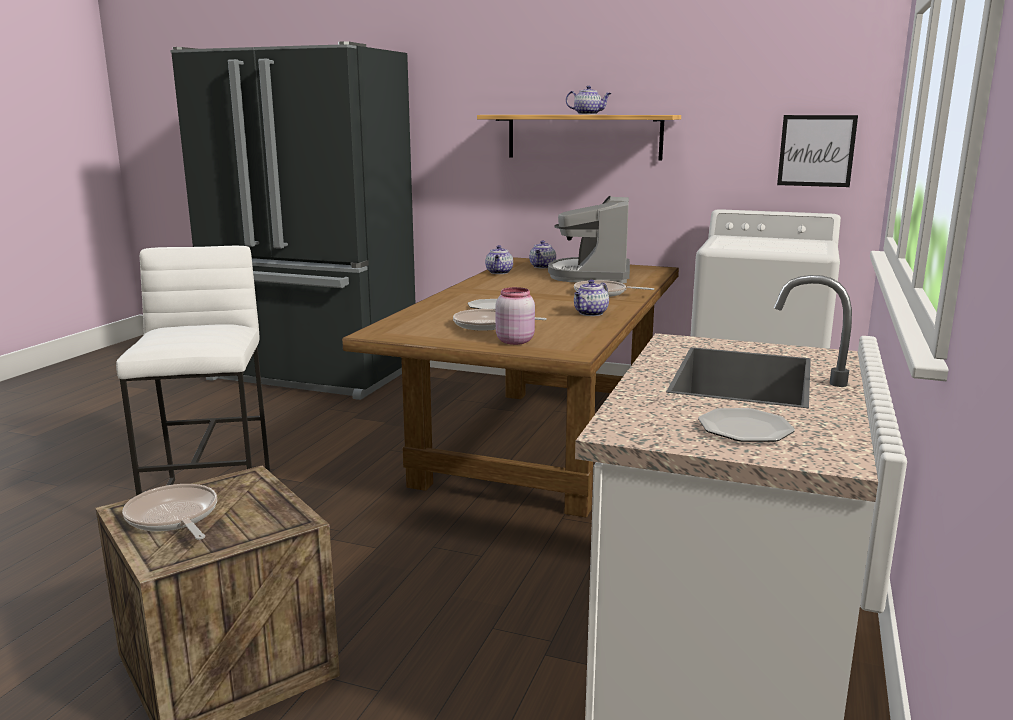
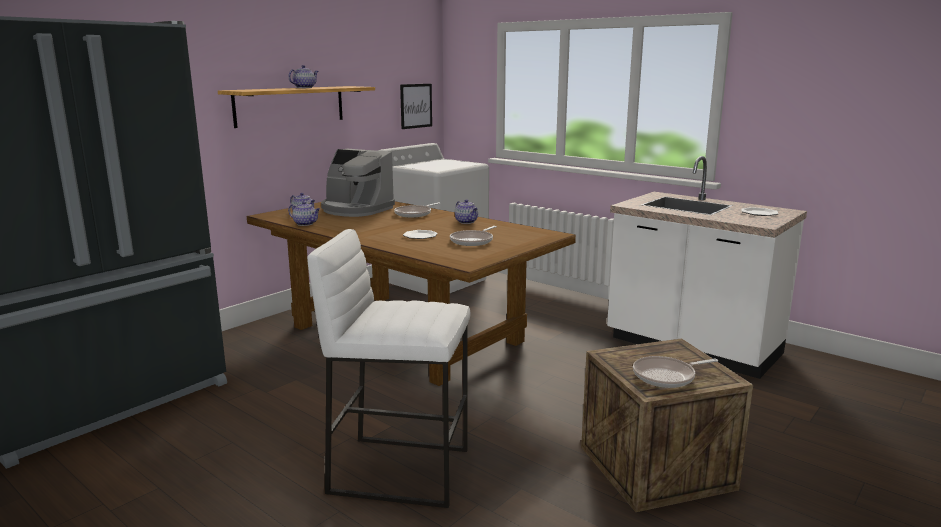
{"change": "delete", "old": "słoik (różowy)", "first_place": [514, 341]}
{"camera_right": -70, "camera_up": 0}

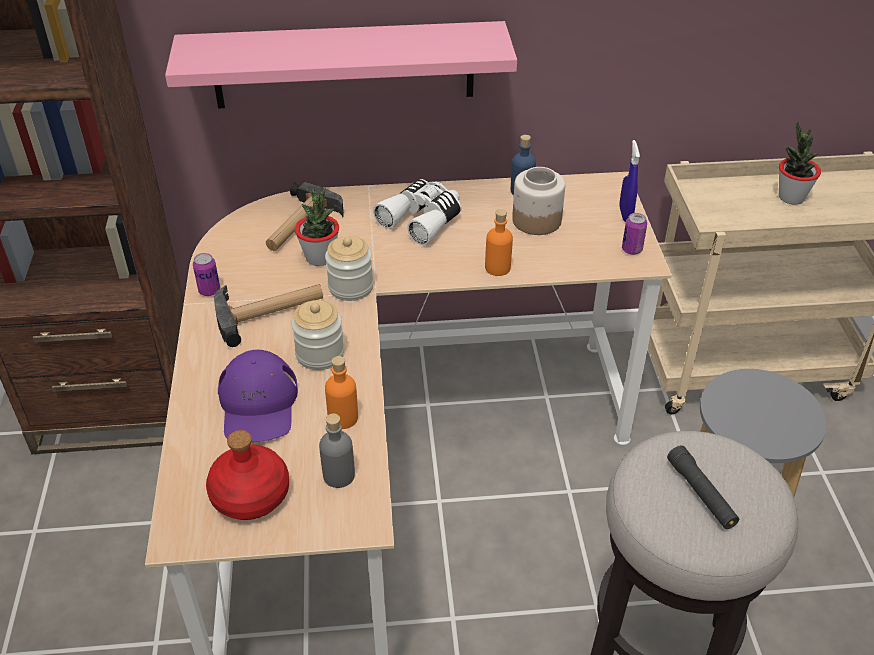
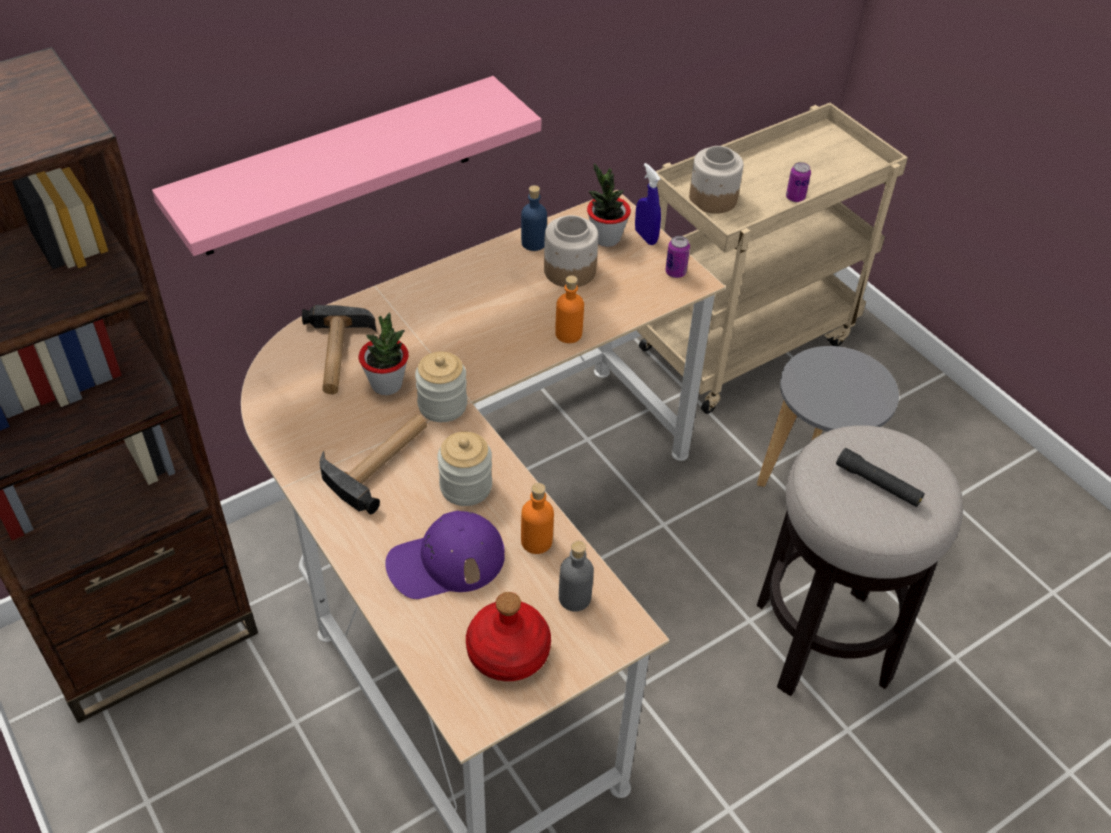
{"change": "move", "old": "roślina doniczkowa", "first_place": [791, 197], "second_place": [606, 238]}
{"change": "delete", "old": "lornetka (biały)", "first_place": [423, 219]}
{"change": "move", "old": "puszka", "first_place": [209, 290], "second_place": [795, 197]}
{"change": "rotate", "old": "czapka z daszkiem (fioletowy)", "first_place": [258, 404], "second_place": [446, 562], "degrees": 105}
{"change": "insert", "new": "słoik", "second_place": [712, 198]}
{"camera_right": -30, "camera_up": 5}

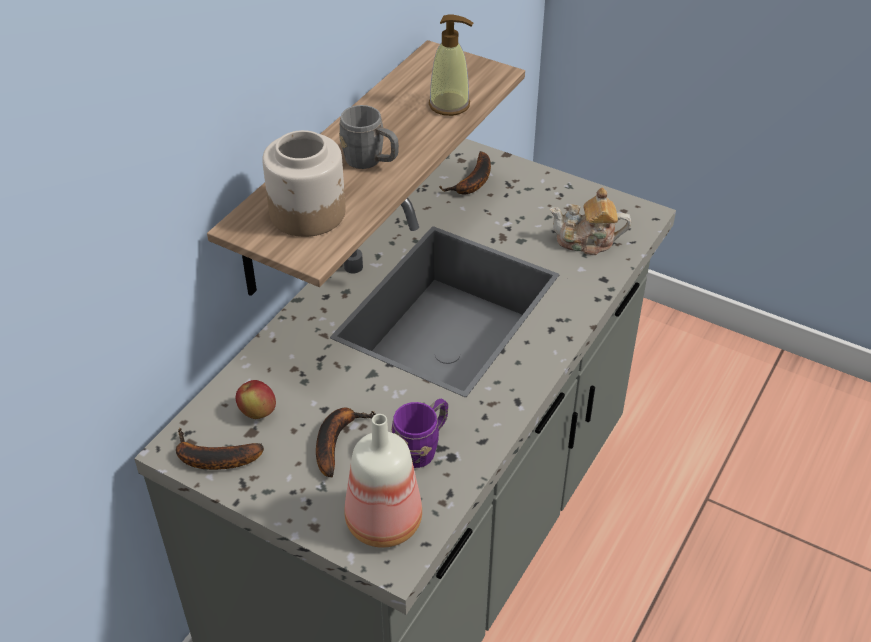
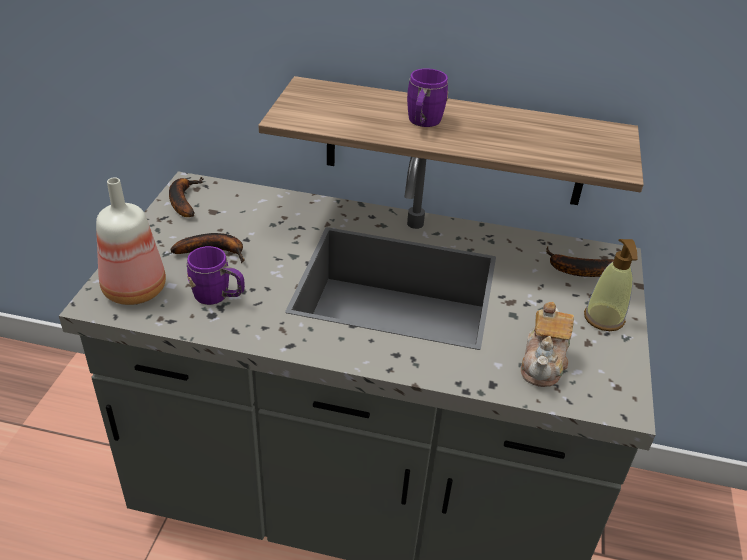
{"change": "move", "old": "dozownik mydła", "first_place": [449, 105], "second_place": [604, 318]}
{"change": "recolor", "old": "kubek (szary)", "new": "kubek (fioletowy)", "first_place": [370, 162], "second_place": [422, 123]}
{"change": "delete", "old": "słoik", "first_place": [308, 213]}
{"change": "rotate", "old": "imbryk", "first_place": [586, 241], "second_place": [543, 363], "degrees": -150}
{"change": "delete", "old": "jabłko", "first_place": [257, 412]}
{"camera_right": 70, "camera_up": -5}

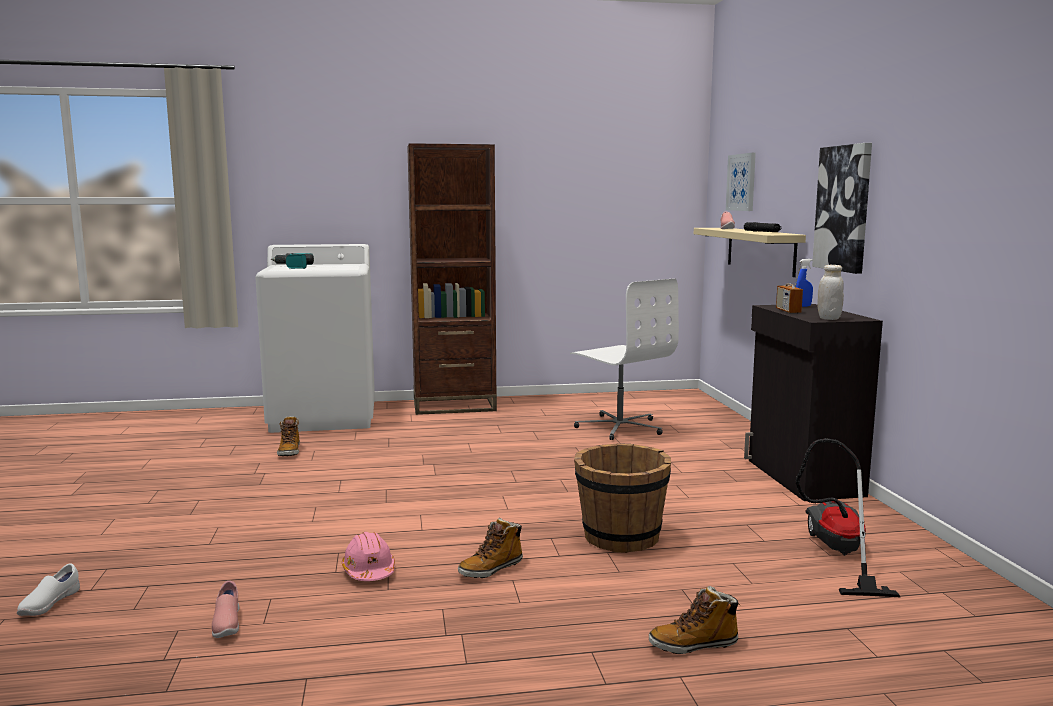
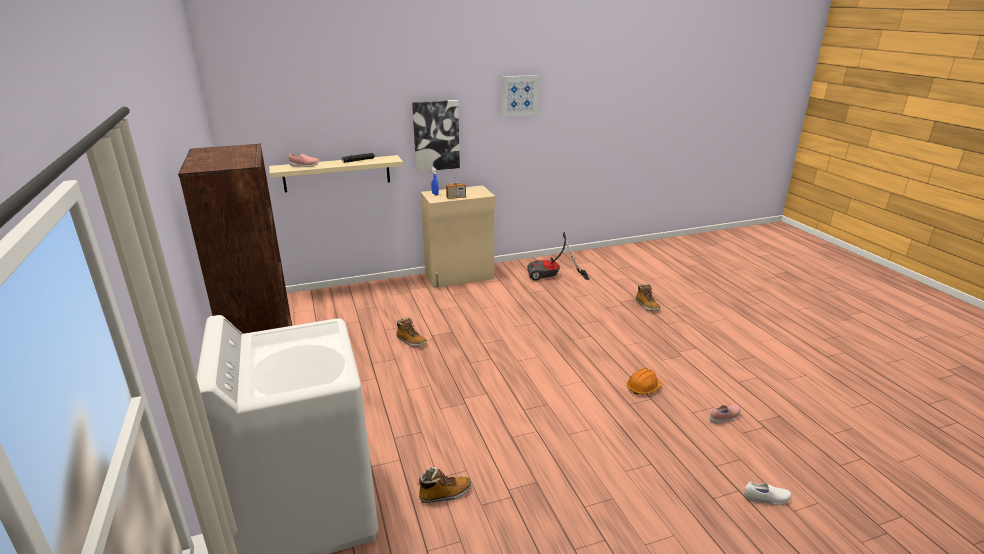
{"change": "move", "old": "obraz", "first_place": [742, 182], "second_place": [519, 95]}
{"change": "delete", "old": "wiertarka", "first_place": [293, 267]}
{"change": "delete", "old": "słoik (biały)", "first_place": [829, 318]}
{"change": "delete", "old": "krzesło biurowe (biały)", "first_place": [620, 427]}
{"change": "recolor", "old": "szafka (czarny)", "new": "szafka (beżowy)", "first_place": [802, 478], "second_place": [460, 277]}
{"change": "delete", "old": "wiadro (brązowy)", "first_place": [620, 538]}
{"change": "move", "old": "but z cholewką", "first_place": [491, 569], "second_place": [411, 341]}
{"change": "recolor", "old": "kask (różowy)", "new": "kask (pomarańczowy)", "first_place": [369, 571], "second_place": [643, 388]}
{"camera_right": -100, "camera_up": 15}

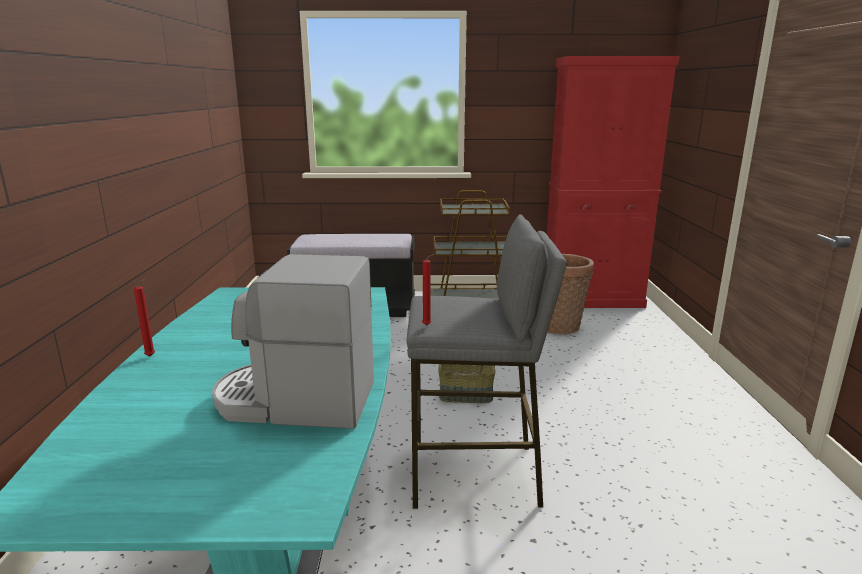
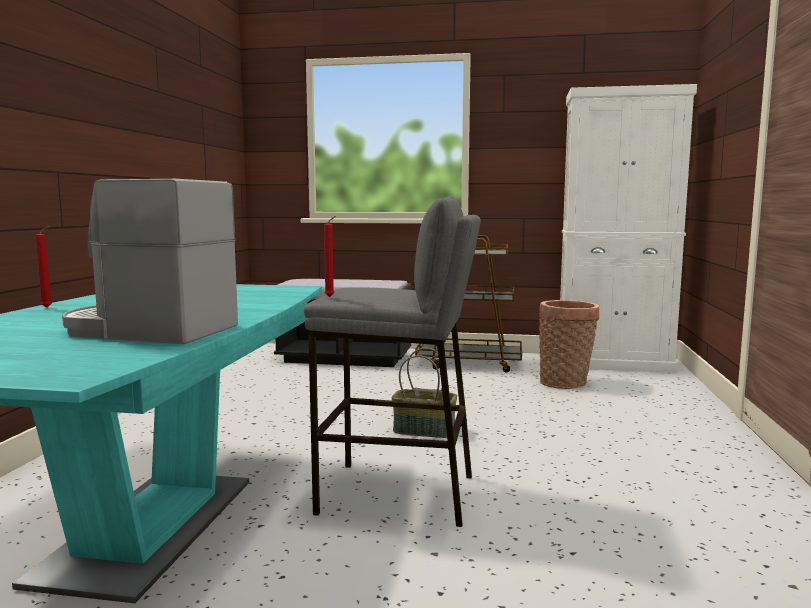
{"change": "recolor", "old": "szafka (czerwony)", "new": "szafka (biały)", "first_place": [592, 299], "second_place": [613, 363]}
{"camera_right": 10, "camera_up": -10}

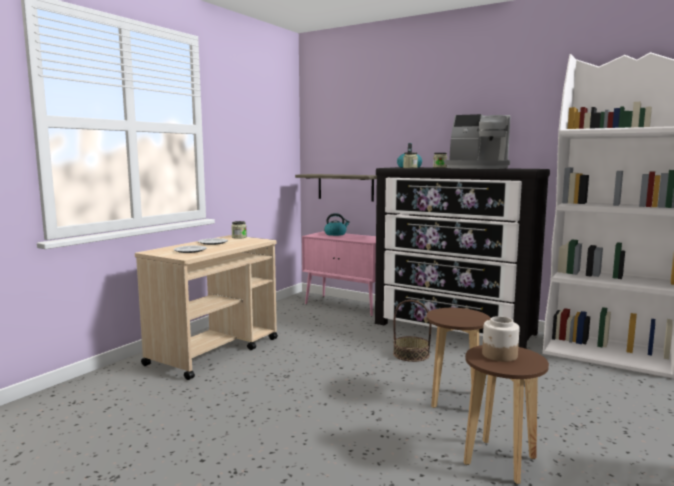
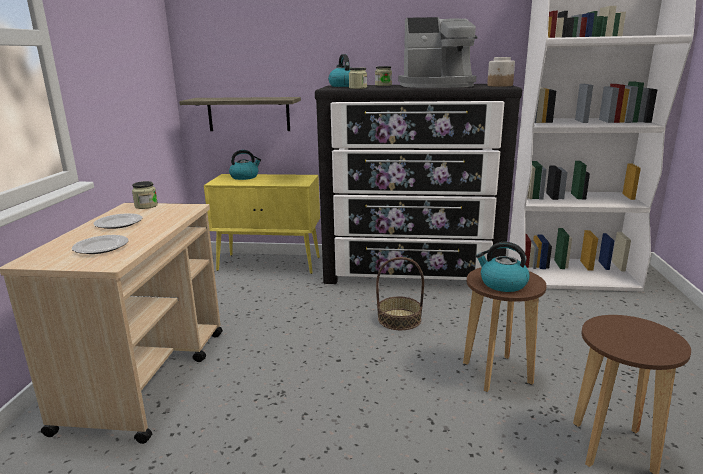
{"change": "recolor", "old": "szafka (różowy)", "new": "szafka (żółty)", "first_place": [346, 306], "second_place": [270, 264]}
{"change": "move", "old": "słoik", "first_place": [499, 355], "second_place": [500, 85]}
{"change": "insert", "new": "czajnik", "second_place": [502, 284]}
{"camera_right": -25, "camera_up": 10}

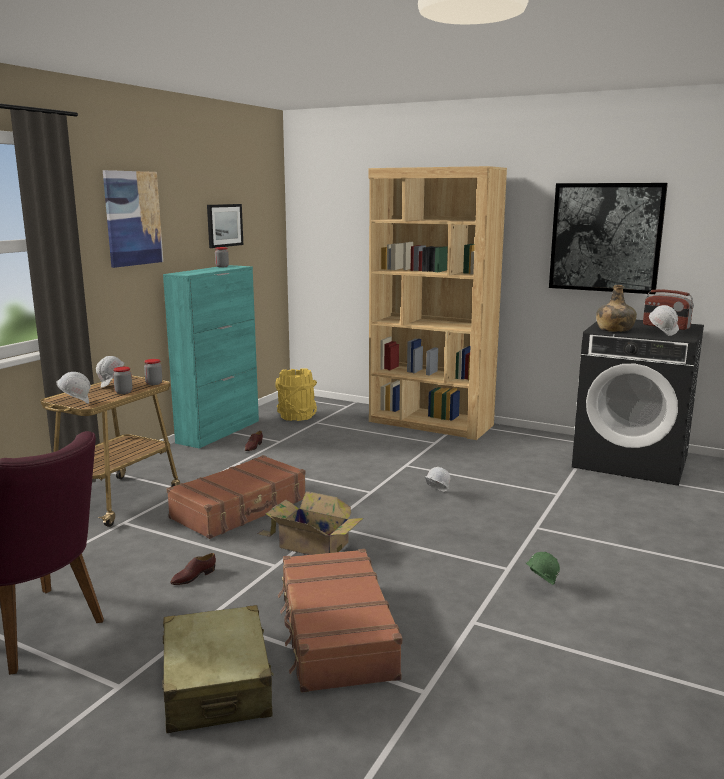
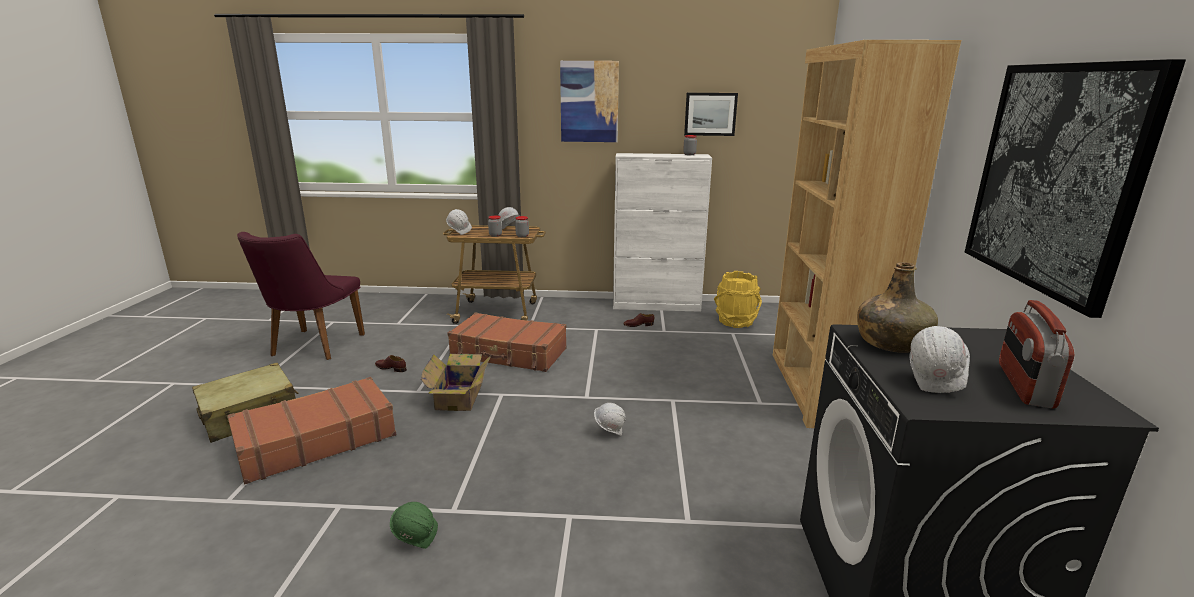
{"change": "recolor", "old": "szafka (turkusowy)", "new": "szafka (biały)", "first_place": [219, 431], "second_place": [656, 305]}
{"camera_right": 65, "camera_up": 5}

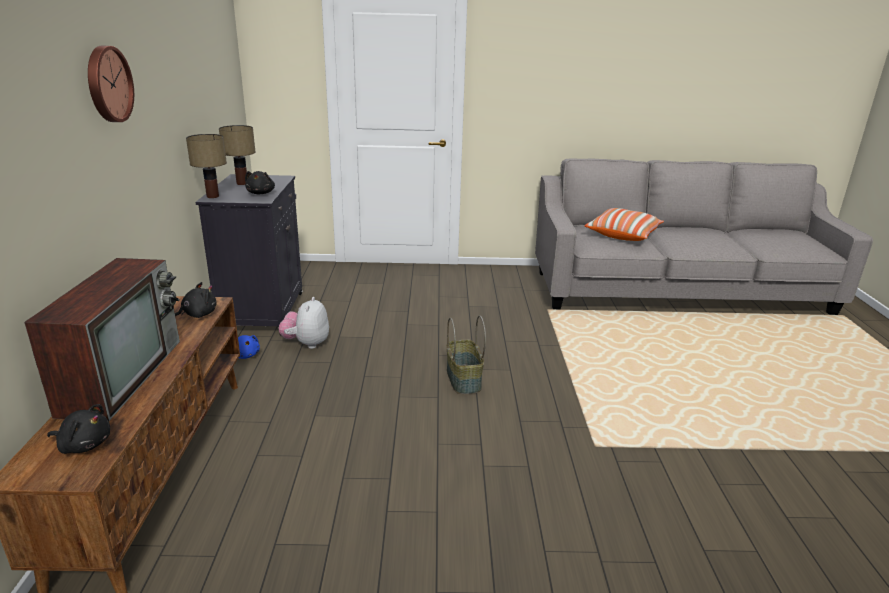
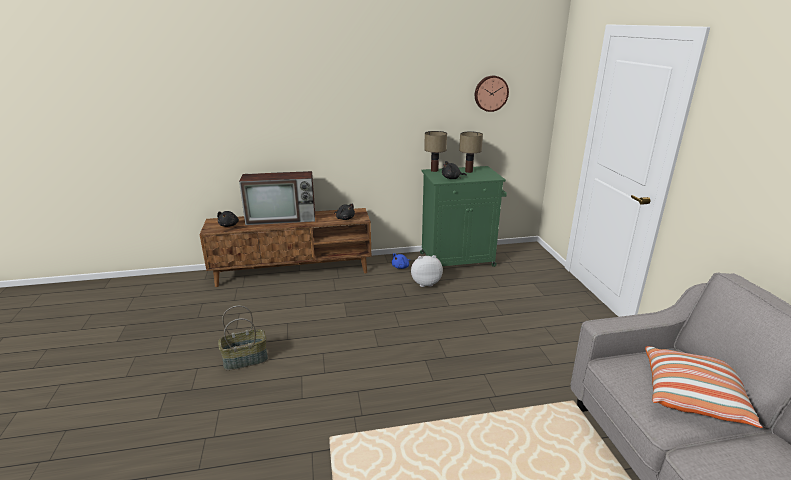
{"change": "move", "old": "zegar ścienny", "first_place": [107, 84], "second_place": [490, 93]}
{"change": "recolor", "old": "szafka (czarny)", "new": "szafka (zielony)", "first_place": [263, 311], "second_place": [458, 259]}
{"change": "move", "old": "koszyk", "first_place": [462, 379], "second_place": [246, 359]}
{"camera_right": 80, "camera_up": 0}

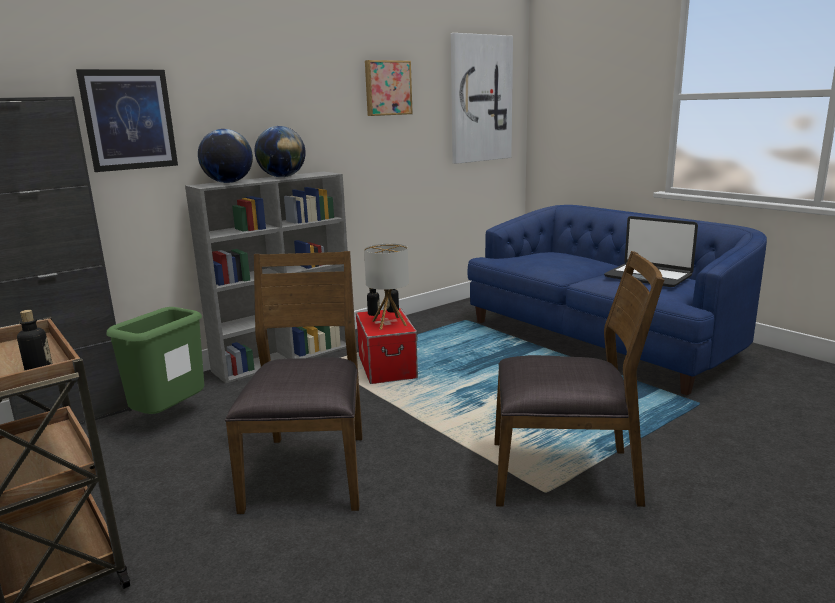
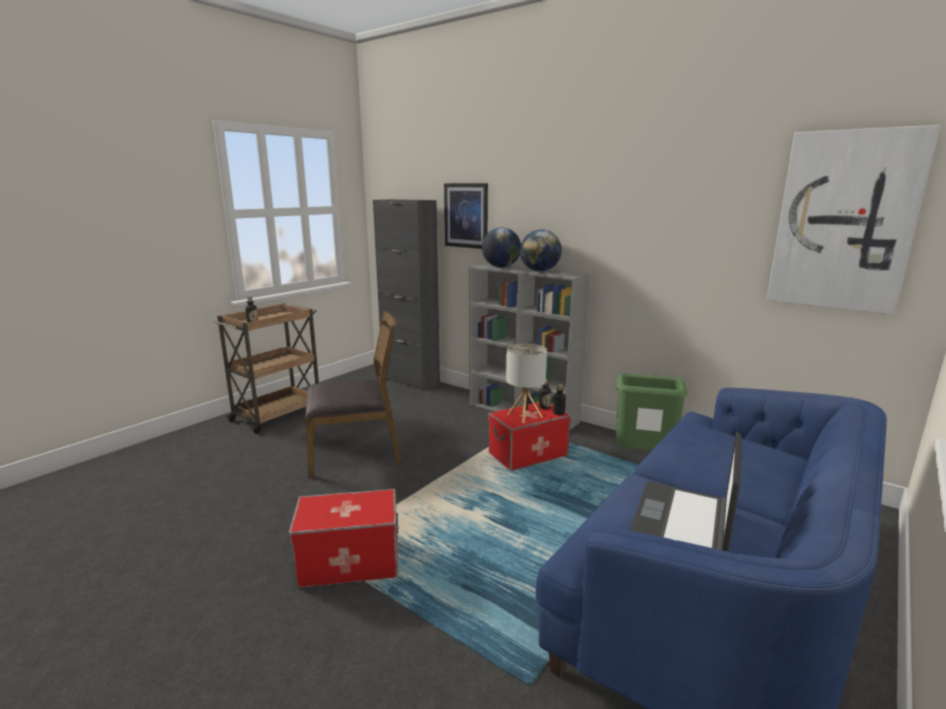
{"change": "delete", "old": "obraz", "first_place": [387, 88]}
{"change": "replace", "old": "krzesło (brązowy)", "new": "pojemnik do przechowywania", "first_place": [564, 474], "second_place": [349, 563]}
{"change": "move", "old": "kosz na śmieci (zielony)", "first_place": [170, 417], "second_place": [643, 458]}
{"camera_right": 75, "camera_up": 0}

